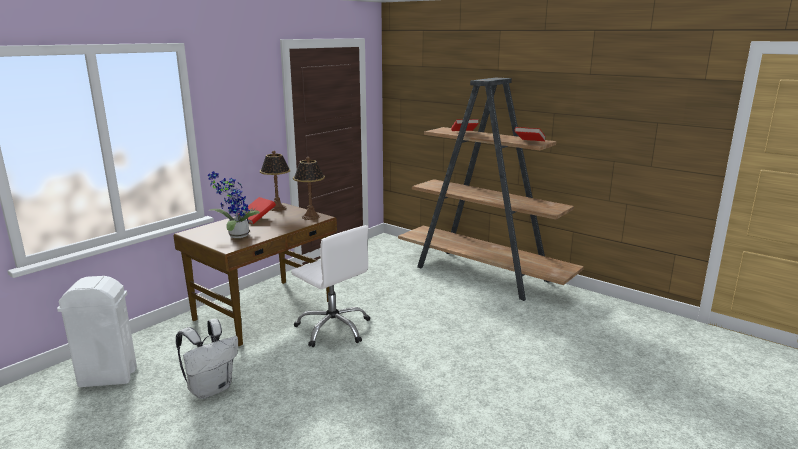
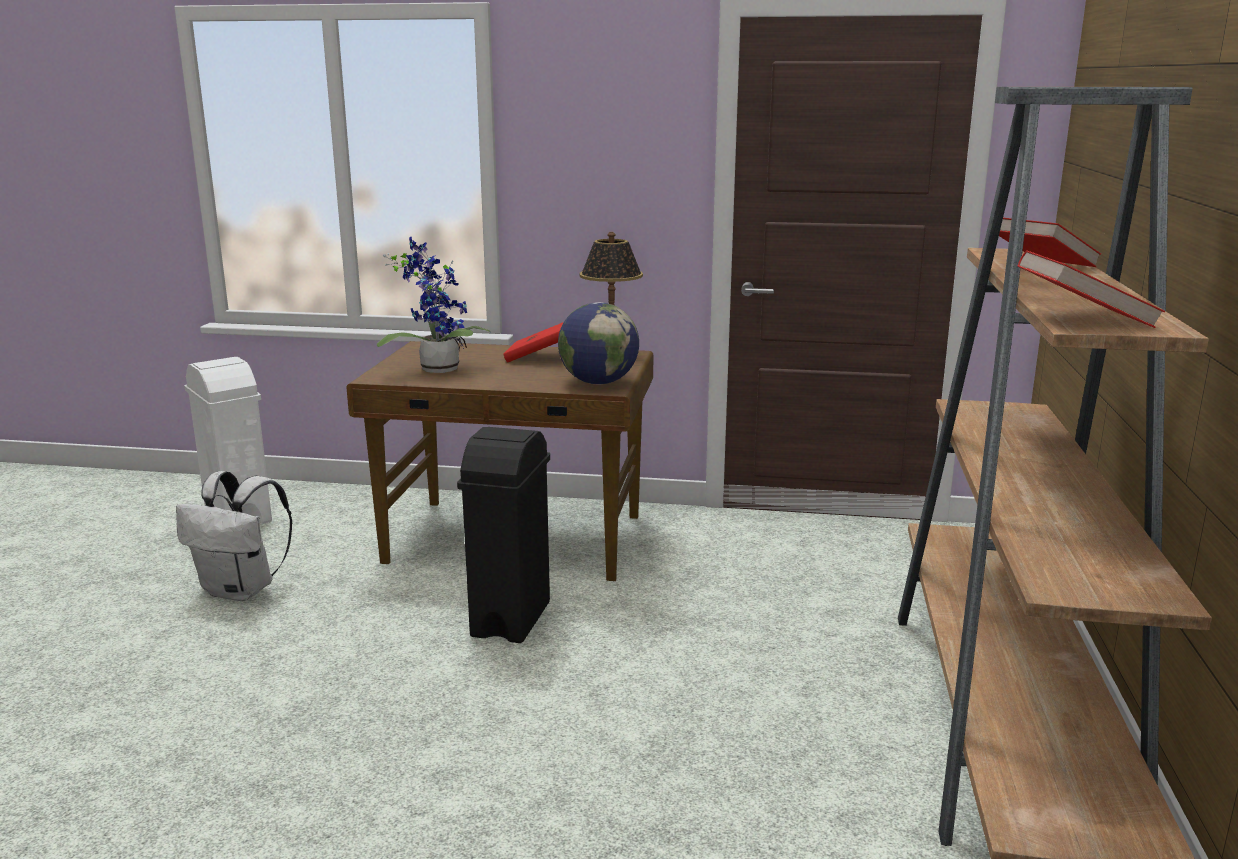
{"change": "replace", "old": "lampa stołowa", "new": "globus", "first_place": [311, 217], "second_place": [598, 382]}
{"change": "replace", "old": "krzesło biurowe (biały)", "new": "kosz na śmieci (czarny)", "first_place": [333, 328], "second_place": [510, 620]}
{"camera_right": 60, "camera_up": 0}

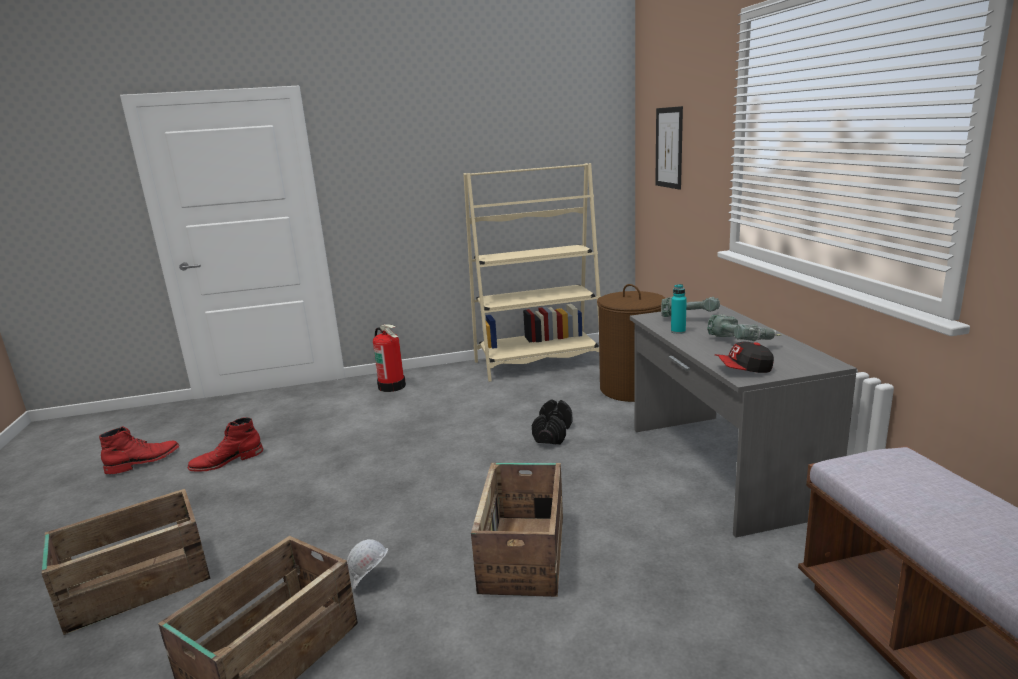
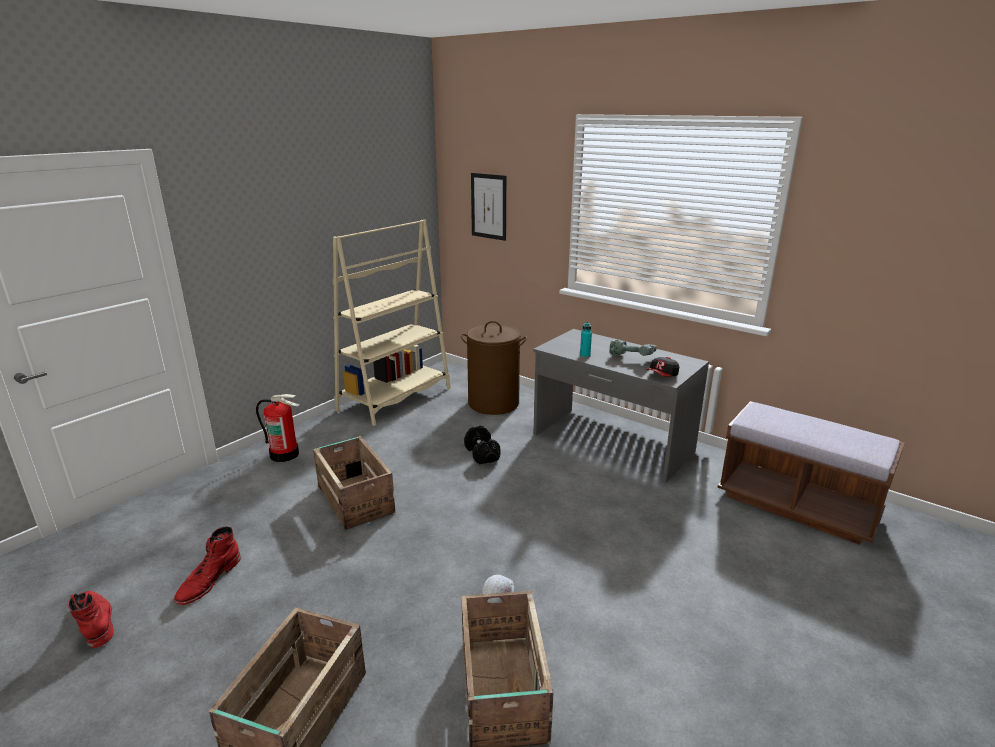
{"change": "delete", "old": "wiertarka", "first_place": [690, 317]}
{"change": "rotate", "old": "but z cholewką (czerwony)", "first_place": [144, 462], "second_place": [95, 622], "degrees": -45}
{"change": "move", "old": "skrzynka", "first_place": [524, 552], "second_place": [355, 499]}
{"camera_right": -40, "camera_up": 5}

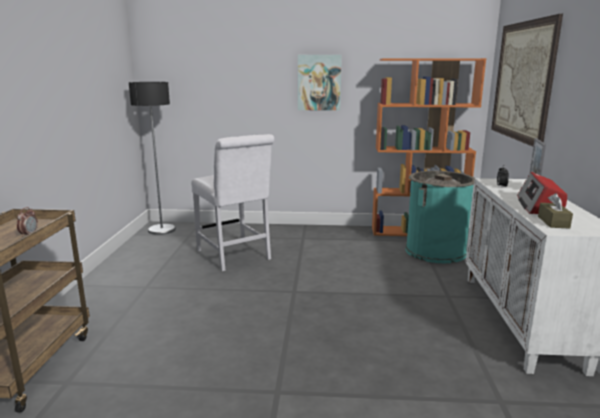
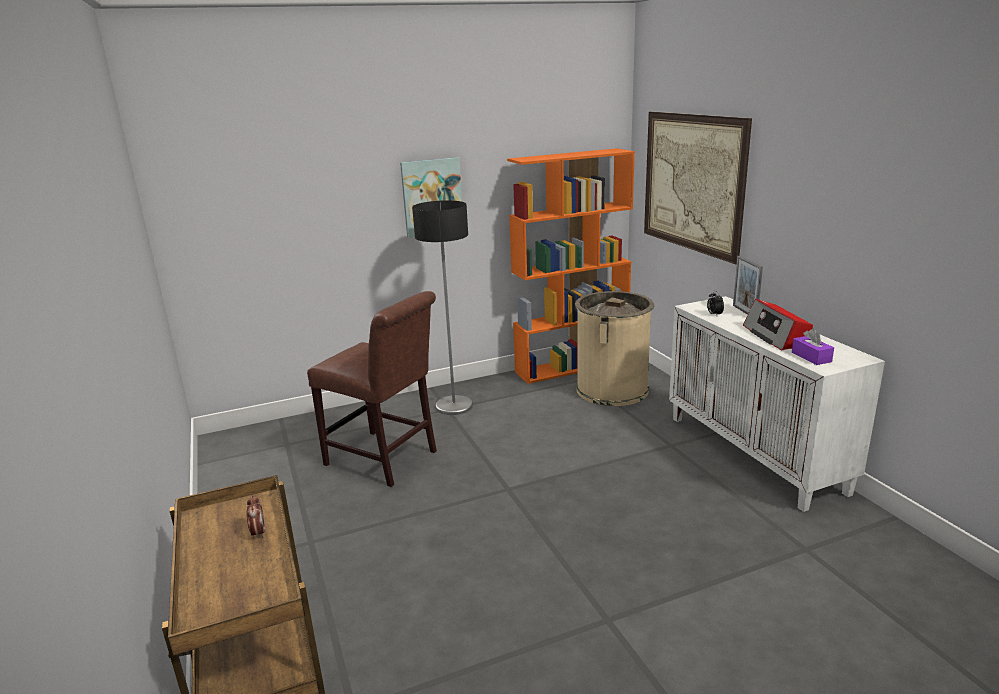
{"change": "move", "old": "lampa stojąca", "first_place": [162, 230], "second_place": [454, 406]}
{"change": "recolor", "old": "krzesło (biały)", "new": "krzesło (brązowy)", "first_place": [235, 256], "second_place": [385, 460]}
{"change": "recolor", "old": "kosz na śmieci (turkusowy)", "new": "kosz na śmieci (beżowy)", "first_place": [435, 251], "second_place": [612, 389]}
{"change": "recolor", "old": "pudełko chusteczek (brązowy)", "new": "pudełko chusteczek (fioletowy)", "first_place": [553, 222], "second_place": [811, 357]}
{"camera_right": -25, "camera_up": 5}

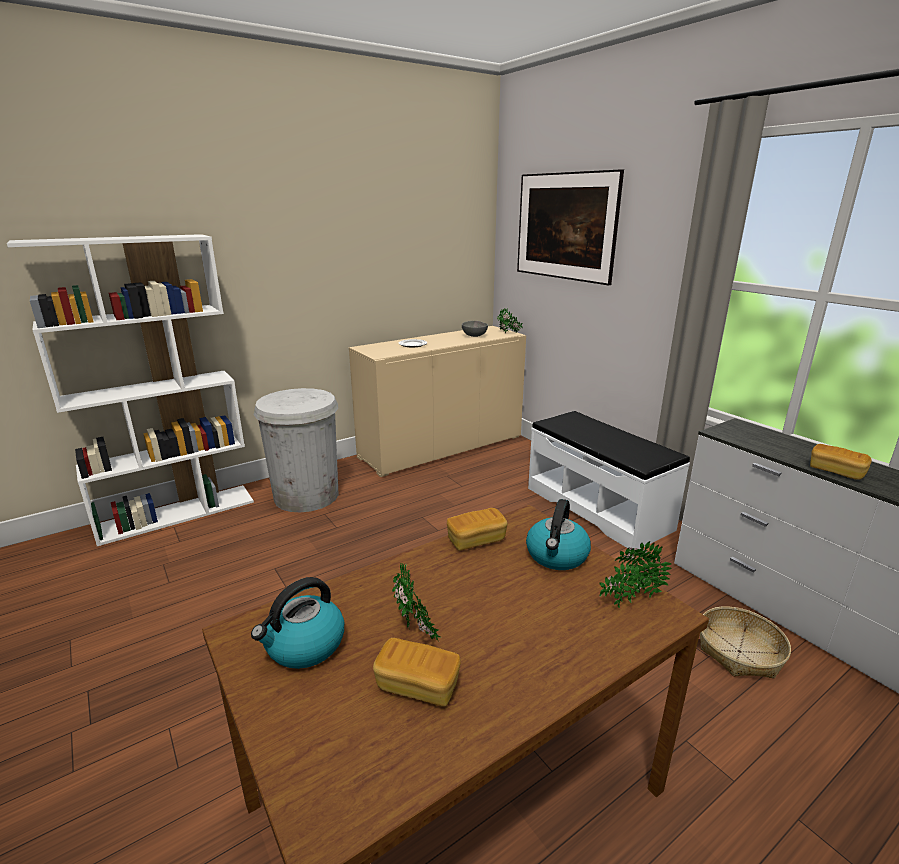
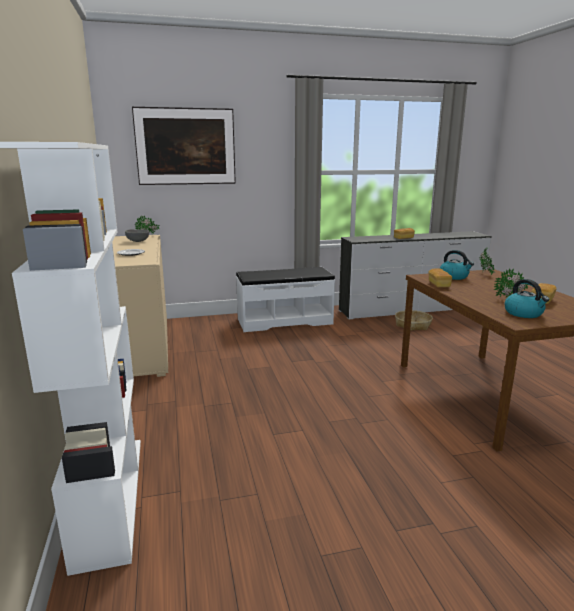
{"change": "delete", "old": "kosz na śmieci (biały)", "first_place": [306, 495]}
{"camera_right": -70, "camera_up": -5}

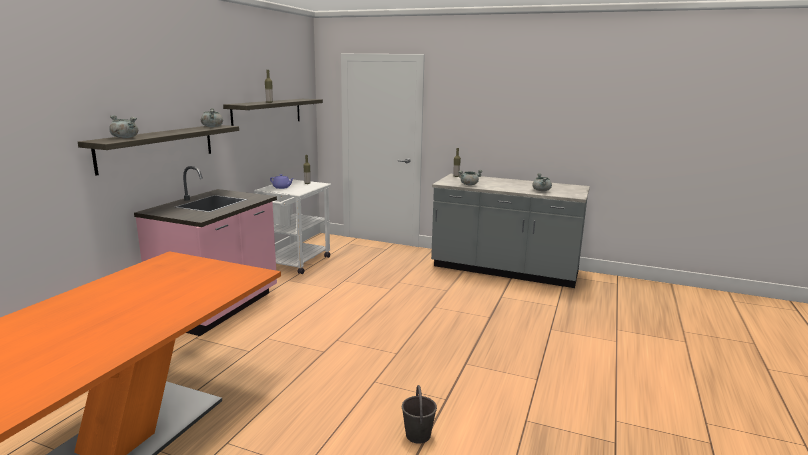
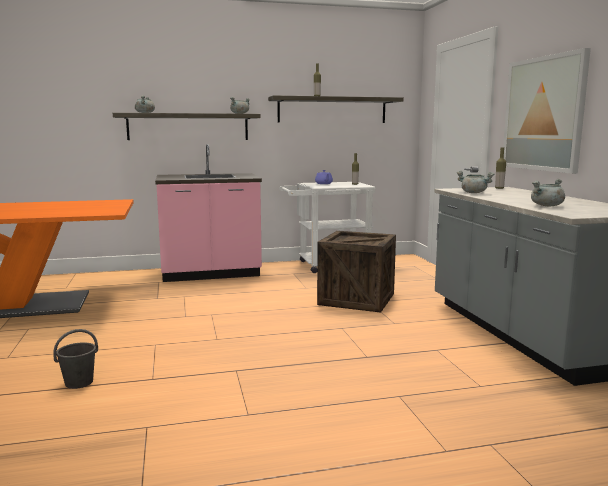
{"change": "insert", "new": "obraz", "second_place": [543, 114]}
{"change": "insert", "new": "skrzynka", "second_place": [356, 299]}
{"camera_right": 55, "camera_up": -5}

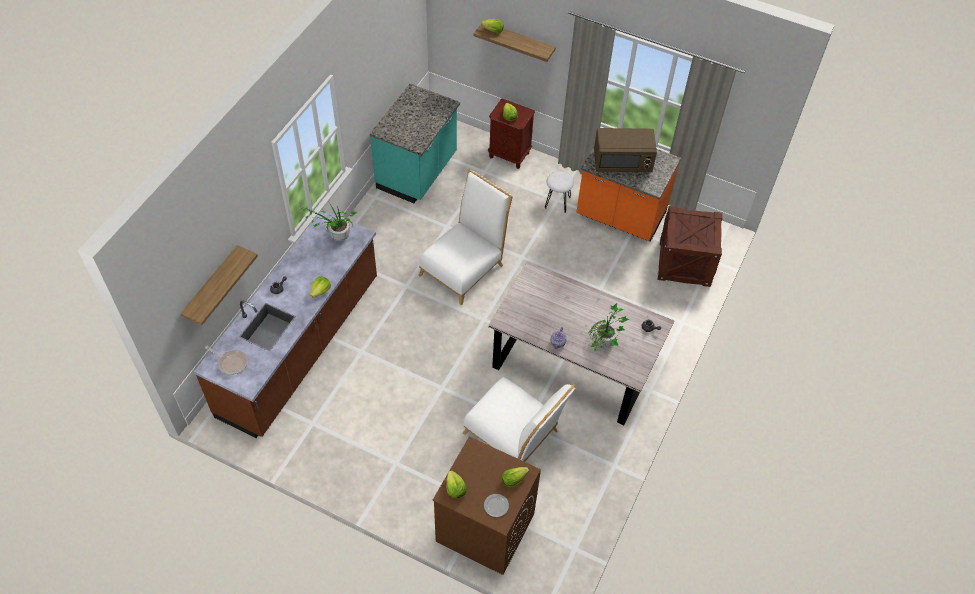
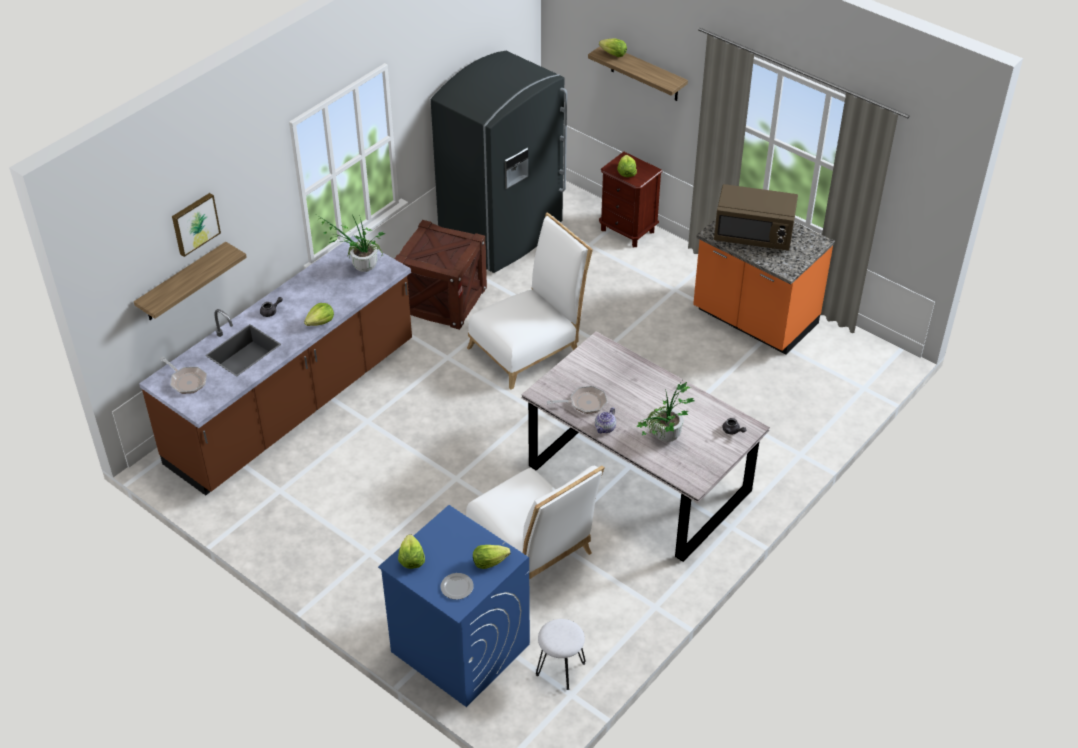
{"change": "replace", "old": "zabudowa kuchenna (turkusowy)", "new": "lodówka (szary)", "first_place": [418, 172], "second_place": [503, 234]}
{"change": "move", "old": "stołek (biały)", "first_place": [557, 202], "second_place": [560, 669]}
{"change": "move", "old": "skrzynka", "first_place": [684, 262], "second_place": [442, 300]}
{"change": "recolor", "old": "pralka (brązowy)", "new": "pralka (niebieski)", "first_place": [484, 528], "second_place": [459, 647]}
{"change": "insert", "new": "obraz", "second_place": [194, 223]}
{"change": "insert", "new": "patelnia", "second_place": [584, 403]}
{"camera_right": 15, "camera_up": -10}

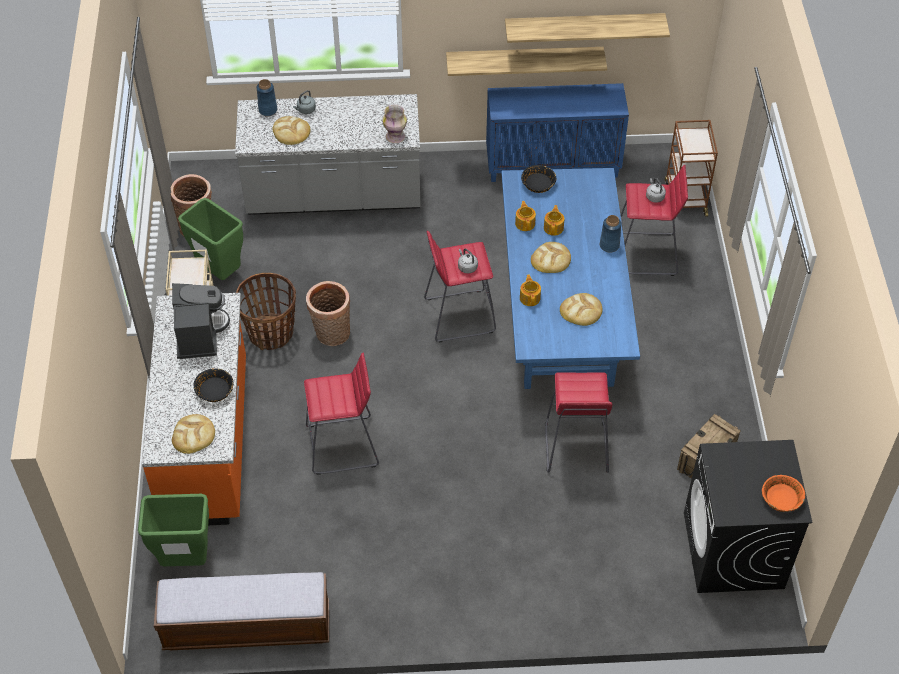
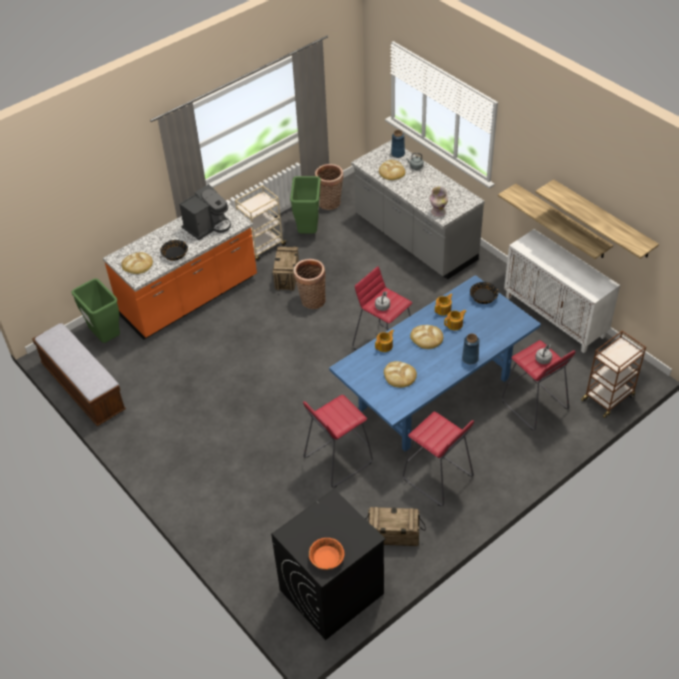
{"change": "recolor", "old": "szafka (niebieski)", "new": "szafka (biały)", "first_place": [553, 165], "second_place": [555, 317]}
{"change": "replace", "old": "koszyk", "new": "skrzynka", "first_place": [271, 333], "second_place": [287, 276]}
{"change": "move", "old": "stołek (czerwony)", "first_place": [343, 446], "second_place": [437, 478]}
{"camera_right": 55, "camera_up": -5}

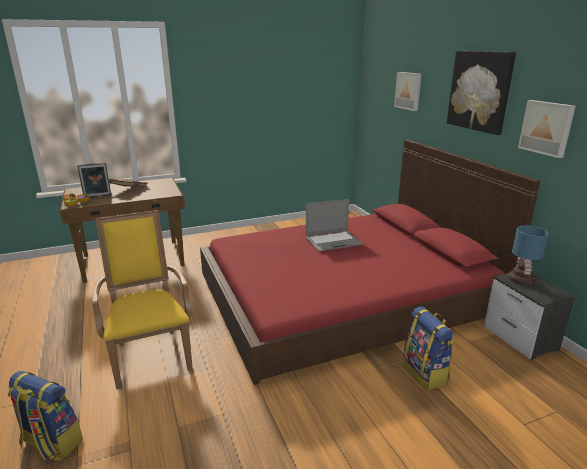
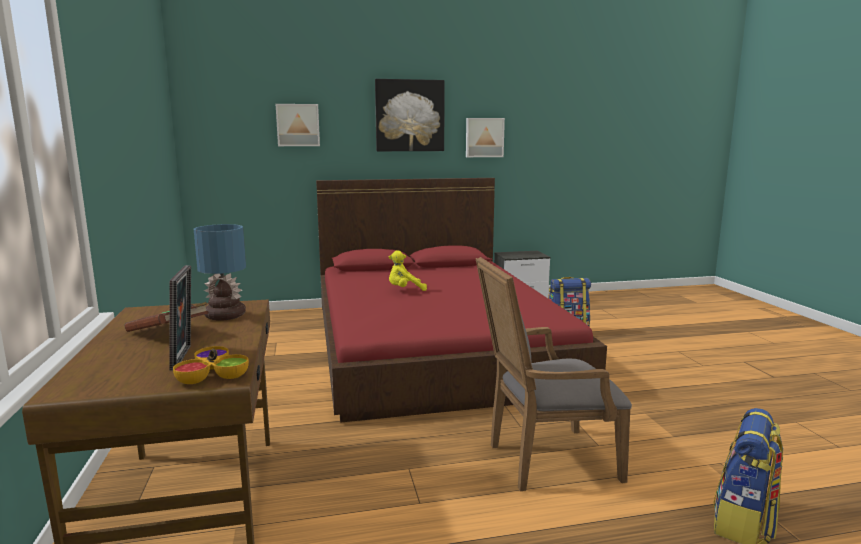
{"change": "replace", "old": "laptop", "new": "pluszak (żółty)", "first_place": [333, 242], "second_place": [405, 290]}
{"change": "recolor", "old": "fotel (żółty)", "new": "fotel (szary)", "first_place": [150, 353], "second_place": [544, 461]}
{"change": "move", "old": "lampa stołowa", "first_place": [521, 280], "second_place": [227, 315]}
{"camera_right": -80, "camera_up": -10}

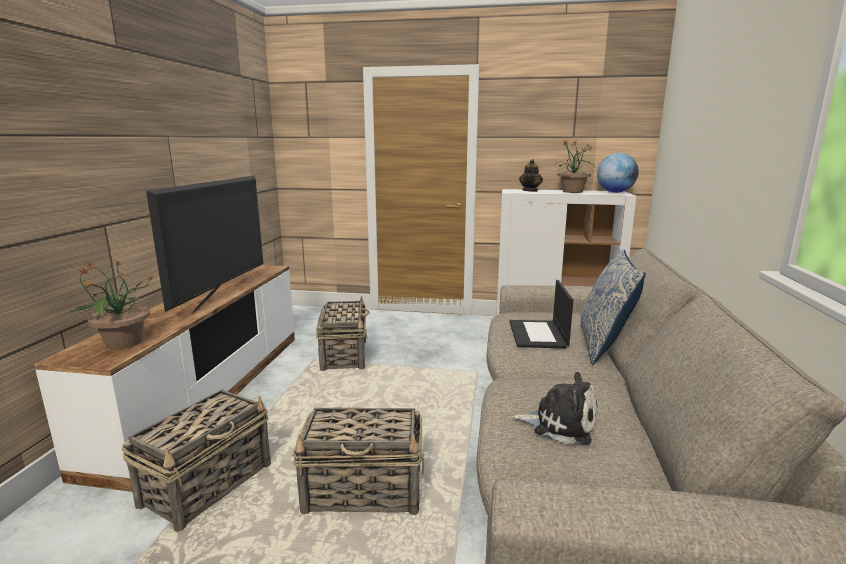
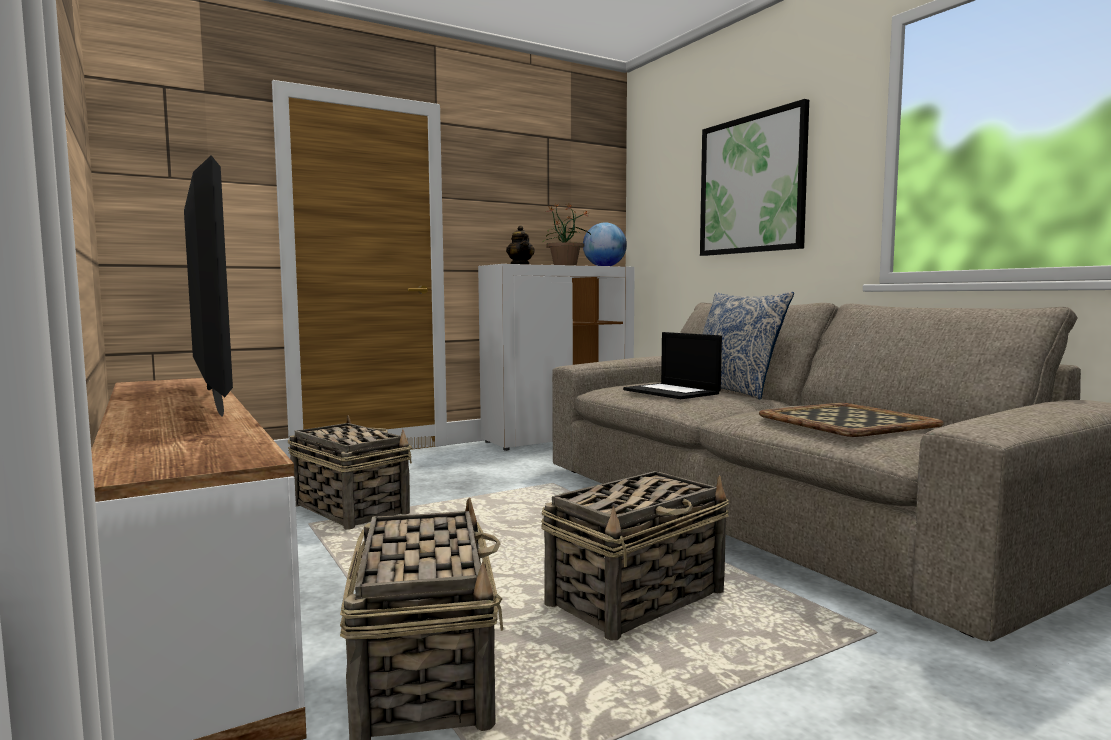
{"change": "delete", "old": "roślina doniczkowa", "first_place": [122, 343]}
{"change": "replace", "old": "pluszak", "new": "taca", "first_place": [560, 424], "second_place": [845, 420]}
{"change": "insert", "new": "obraz", "second_place": [752, 185]}
{"camera_right": -40, "camera_up": -10}

